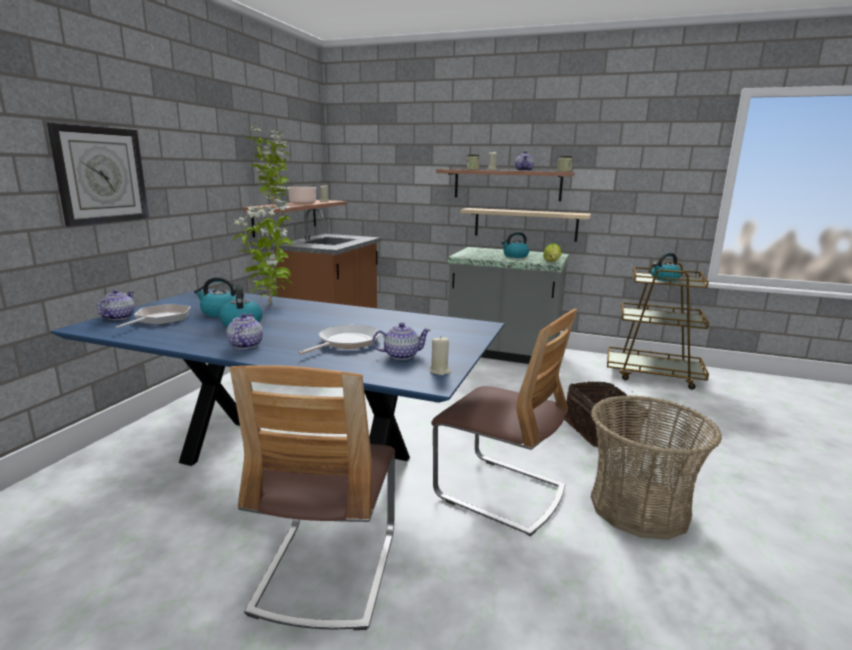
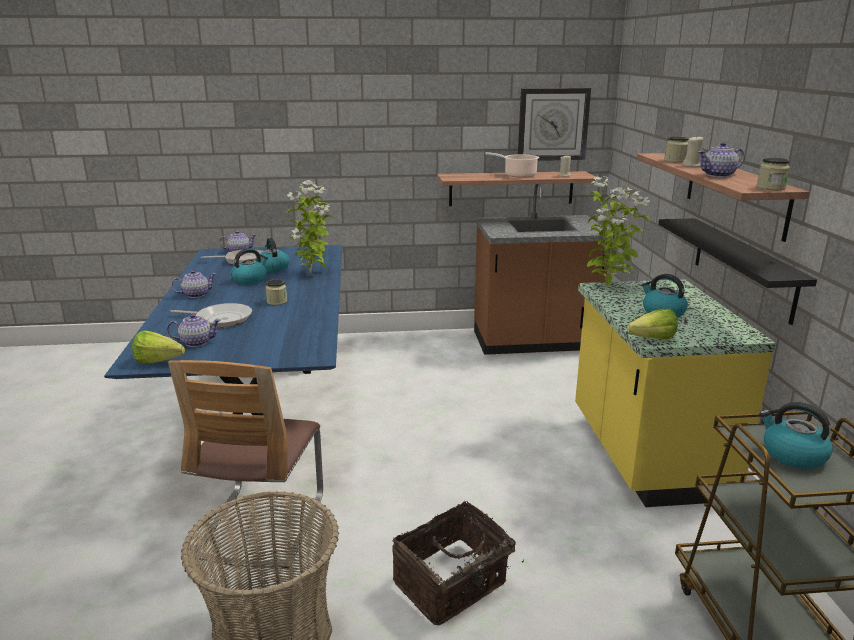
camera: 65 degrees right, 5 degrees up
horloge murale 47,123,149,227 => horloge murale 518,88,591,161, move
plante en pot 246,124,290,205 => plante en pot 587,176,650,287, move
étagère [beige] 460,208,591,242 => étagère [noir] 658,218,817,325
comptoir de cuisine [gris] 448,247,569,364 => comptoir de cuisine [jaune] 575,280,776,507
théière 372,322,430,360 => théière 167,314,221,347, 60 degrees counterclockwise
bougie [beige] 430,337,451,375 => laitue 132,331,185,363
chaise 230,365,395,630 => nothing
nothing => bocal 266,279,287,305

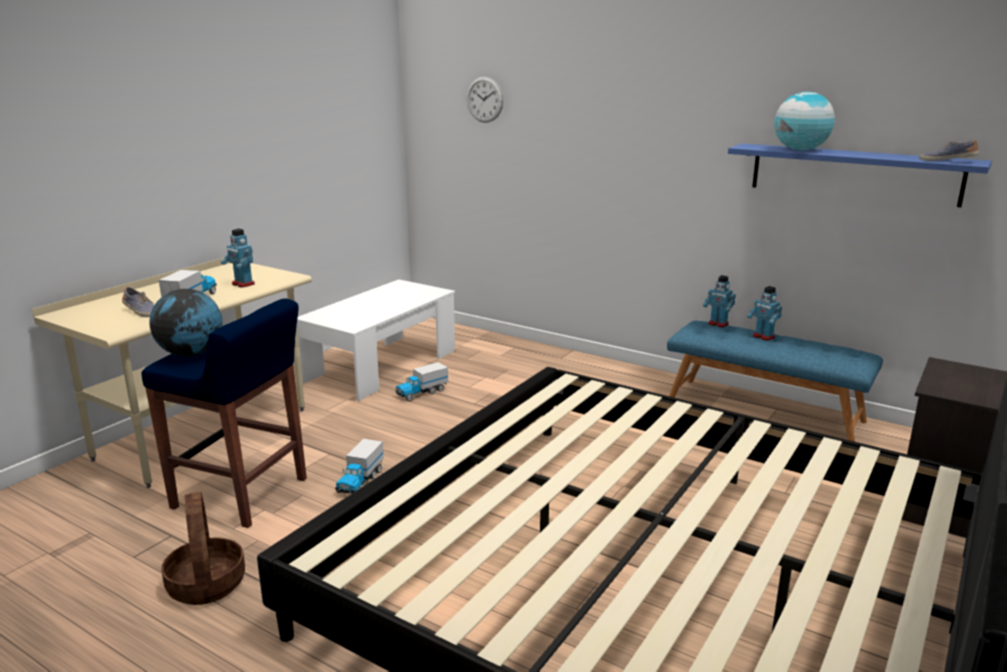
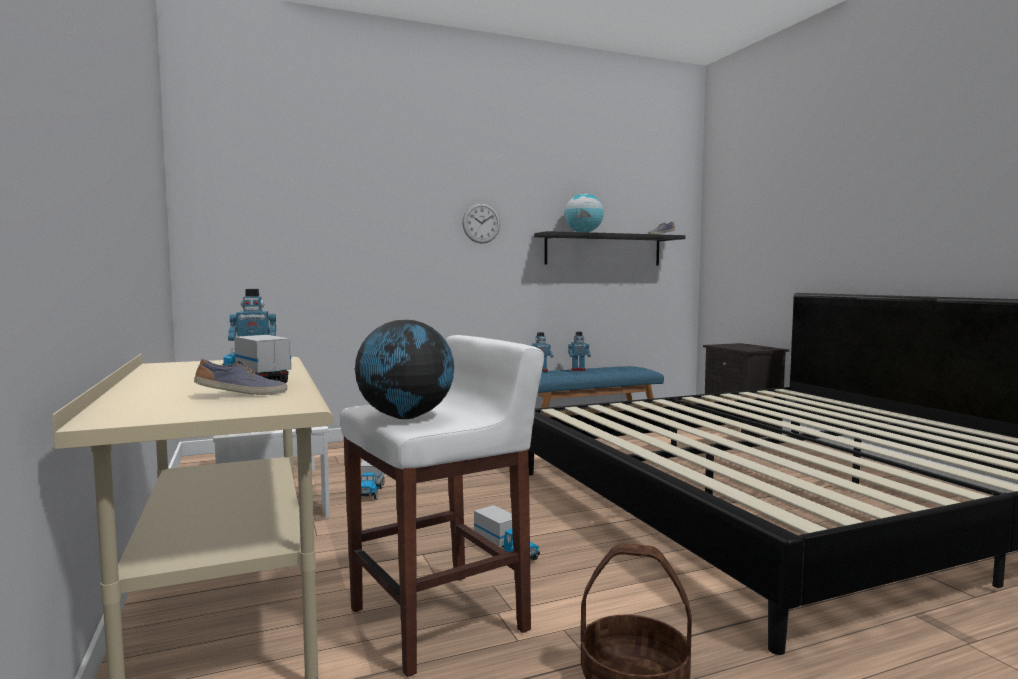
camera: 55 degrees left, 15 degrees down
horloge murale 467,77,503,123 => horloge murale 462,203,500,244, move
étagère [bleu] 728,143,992,207 => étagère [noir] 534,231,685,265
tabouret [bleu] 142,298,307,528 => tabouret [blanc] 340,335,544,677

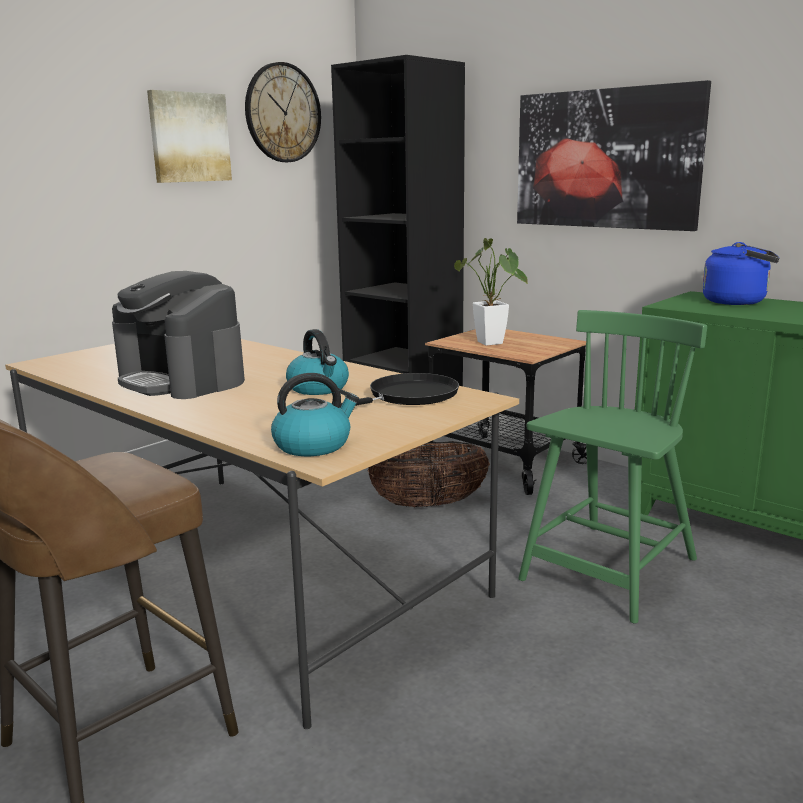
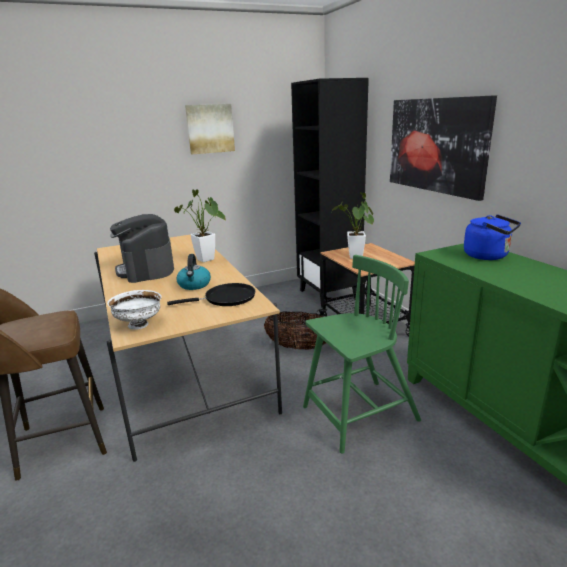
camera: 25 degrees right, 5 degrees up
horloge murale 245,62,321,162 => nothing
bouilloire 271,373,359,456 => bol [blanc] 107,290,162,330
nothing => plante en pot 174,189,226,262

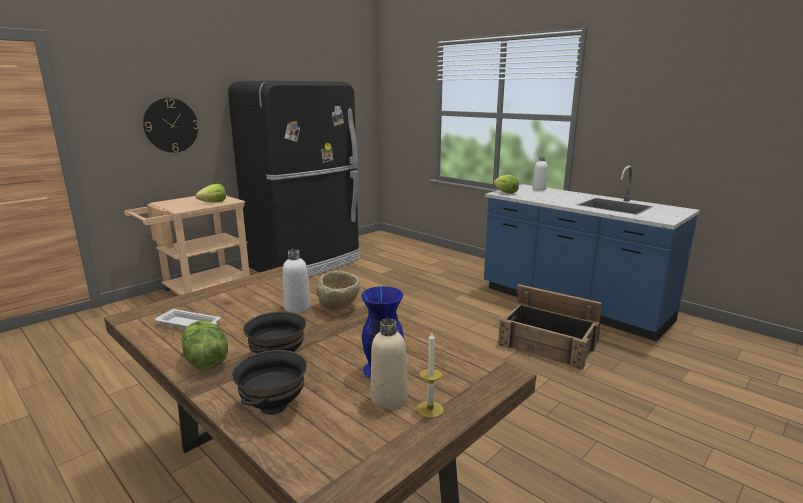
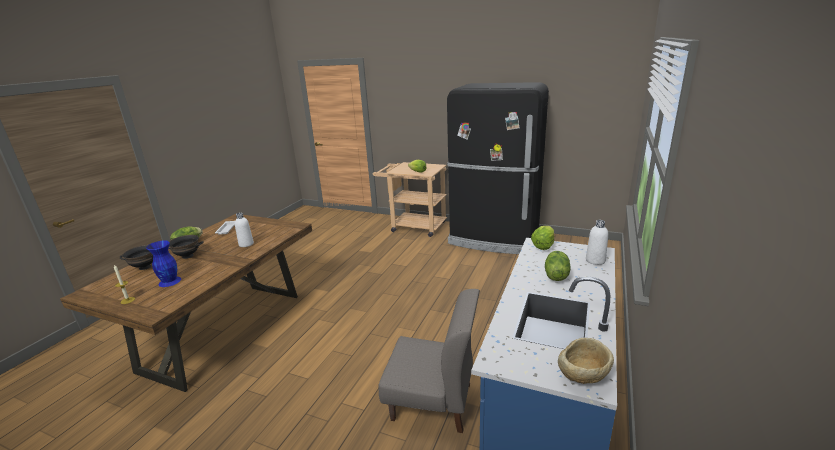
camera: 70 degrees right, 5 degrees up
horloge murale 143,98,199,153 => nothing
bol [beige] 316,271,360,311 => bol [beige] 558,338,614,384, move
caisse 498,284,602,370 => chaise [gris] 379,289,480,433
bouteille [beige] 371,319,407,409 => nothing
nothing => laitue 545,251,571,281

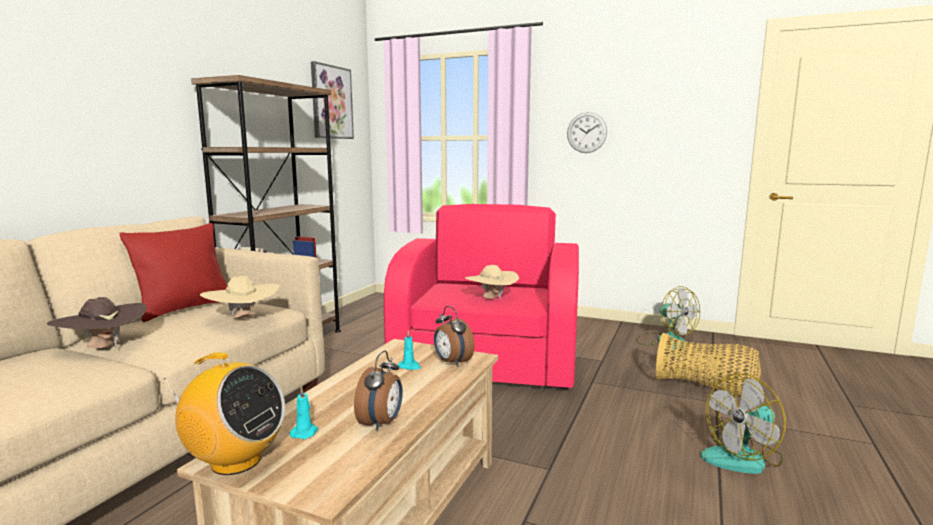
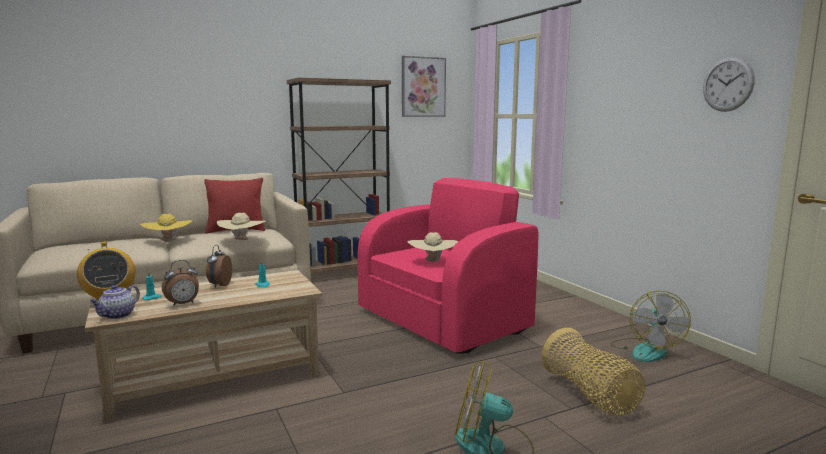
camera: 40 degrees right, 0 degrees up
horloge murale 567,112,607,153 => horloge murale 703,57,755,112, move
chapeau [marron] 47,297,146,348 => chapeau [jaune] 140,214,192,243
réveil 434,306,475,367 => réveil 206,245,232,288, move
nothing => théière 90,285,140,319

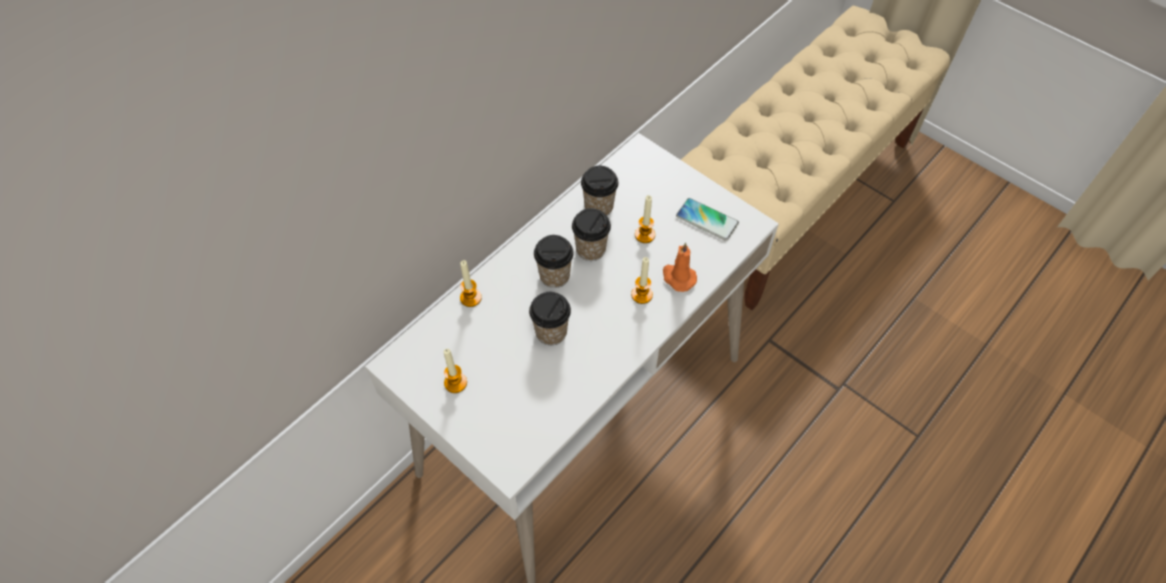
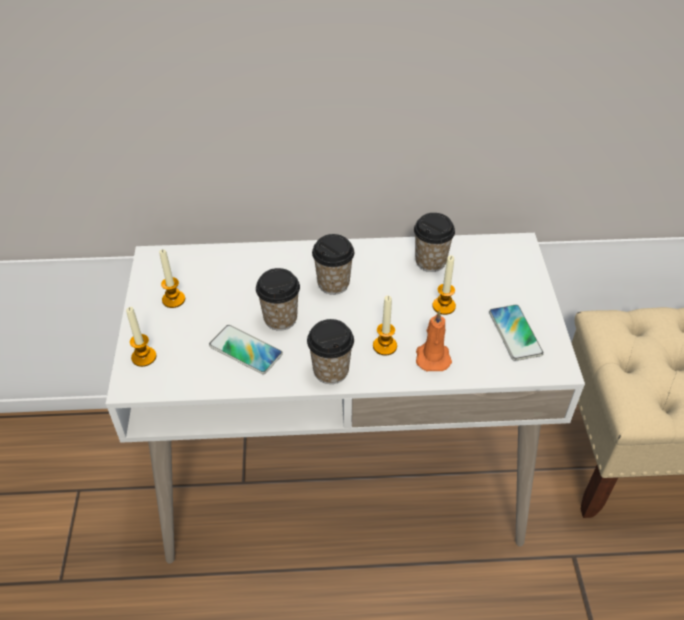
camera: 45 degrees right, 10 degrees down
tasse 572,208,611,261 => tasse 307,319,354,384, move
bougie 460,260,482,307 => bougie 126,307,156,367, move
nothing => téléphone 209,325,283,374

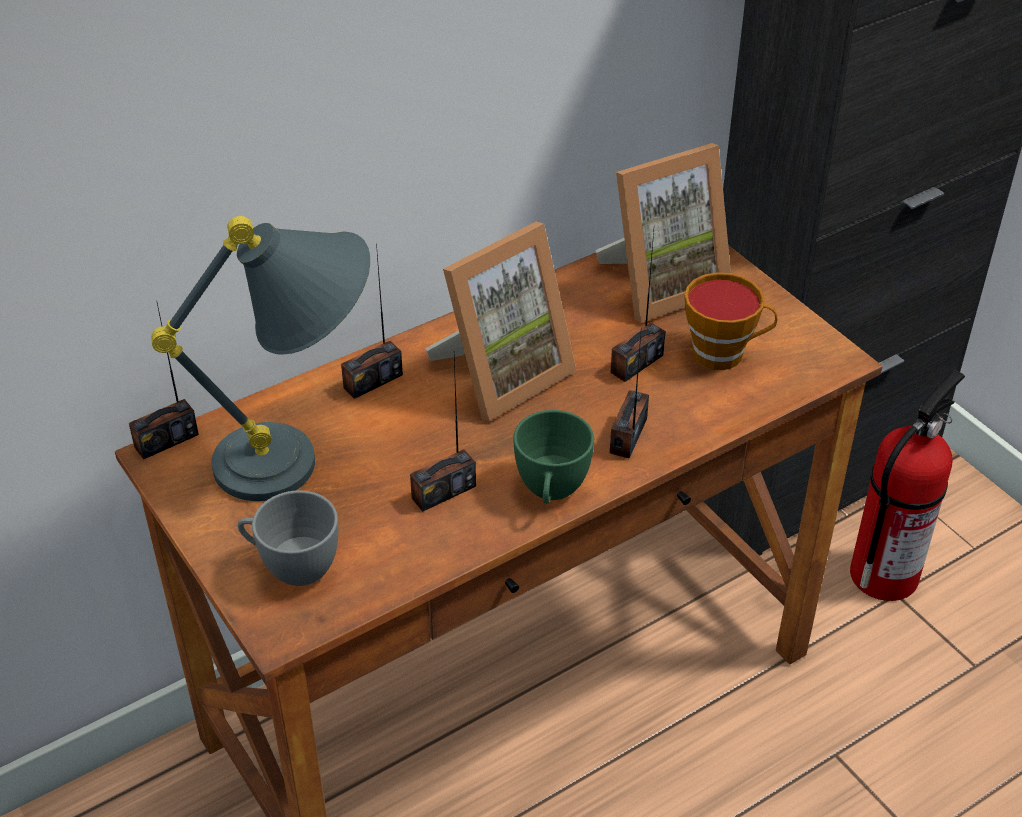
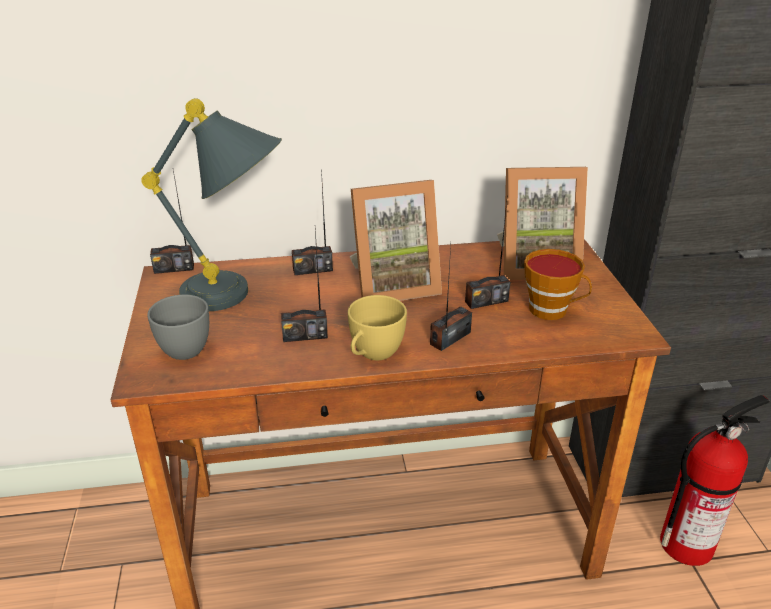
camera: 25 degrees right, 10 degrees down
tasse [vert] 513,410,594,504 => tasse [jaune] 348,295,407,360

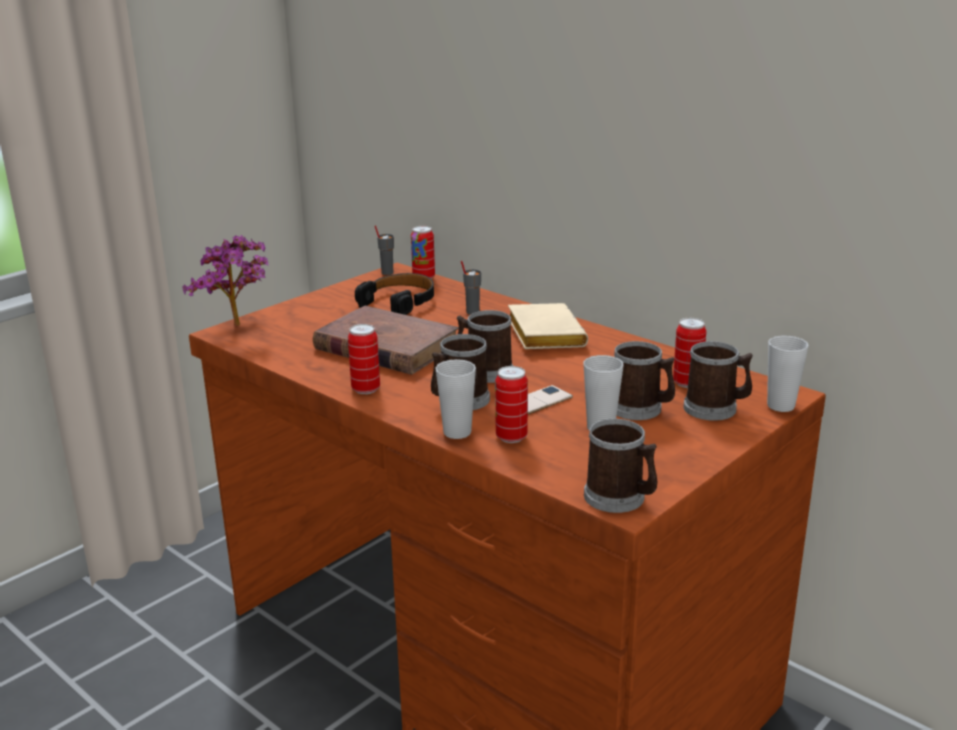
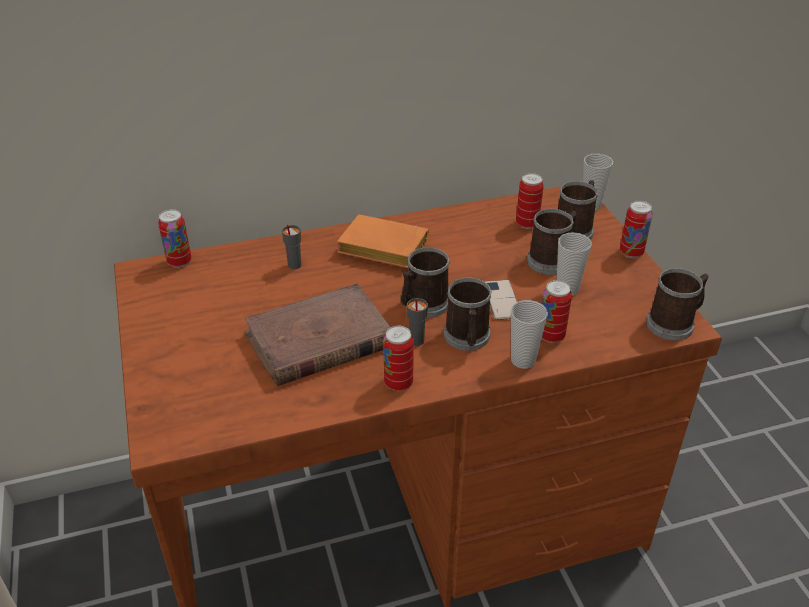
camera: 60 degrees left, 15 degrees up
tasse [gris] 375,225,394,275 => tasse [gris] 407,298,428,346, move
plante en pot 182,235,269,326 => nothing
casque audio [noir] 355,273,434,315 => nothing
livre [beige] 508,303,588,349 => livre [orange] 337,214,429,268
nothing => boîte métallique 620,201,653,258

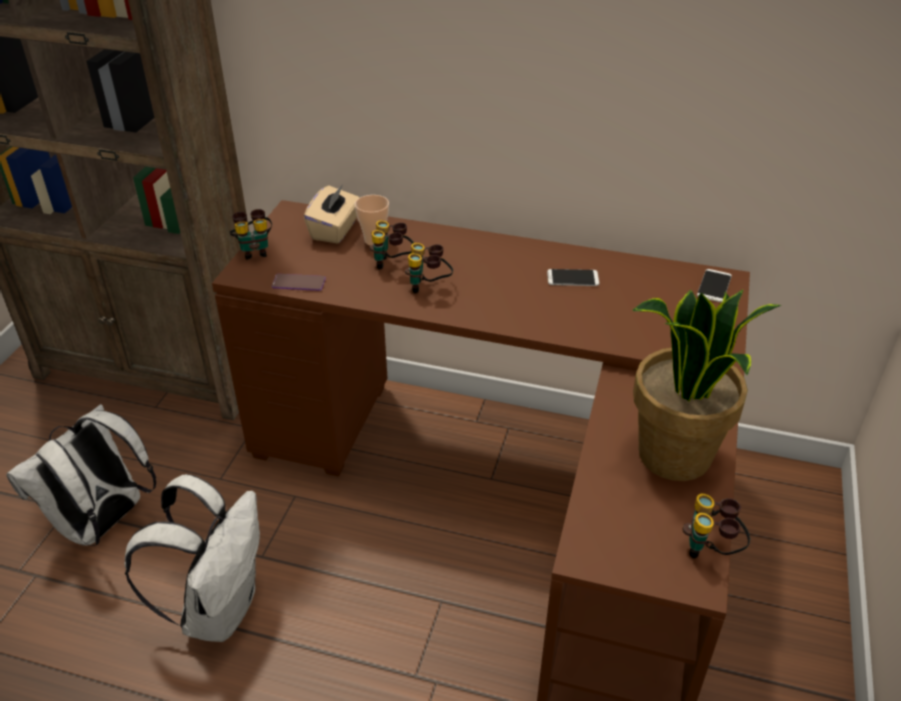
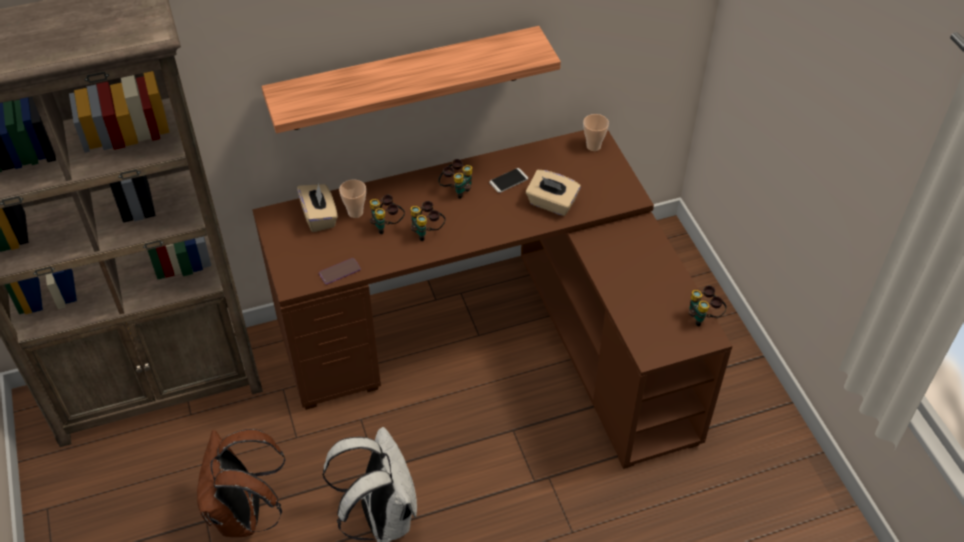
camera: 35 degrees left, 10 degrees up
jumelles 230,209,272,260 => jumelles 438,159,472,199, move
téléphone 697,269,732,302 => tasse 583,114,609,151
plante en pot 632,289,781,481 => nothing
sac à dos [blanc] 6,404,156,546 => sac à dos [marron] 197,429,286,537
nothing => étagère 262,26,561,133
nothing => boîte à mouchoirs [beige] 526,170,581,216

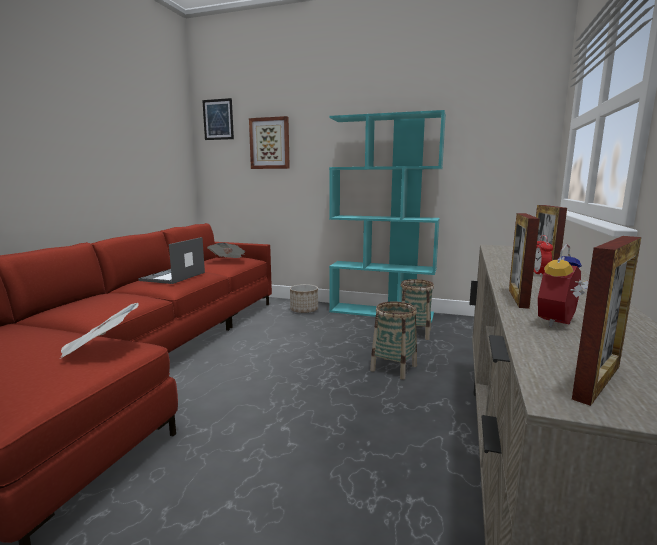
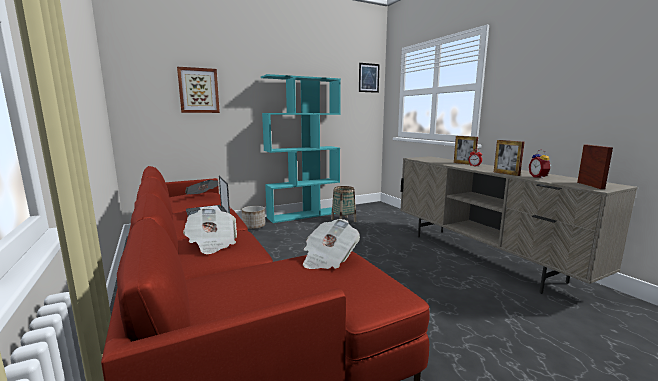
camera: 45 degrees left, 0 degrees up
tableau 202,98,234,140 => tableau 359,63,380,93, move
panier 370,301,417,380 => nothing
nothing => journal 183,208,237,254

